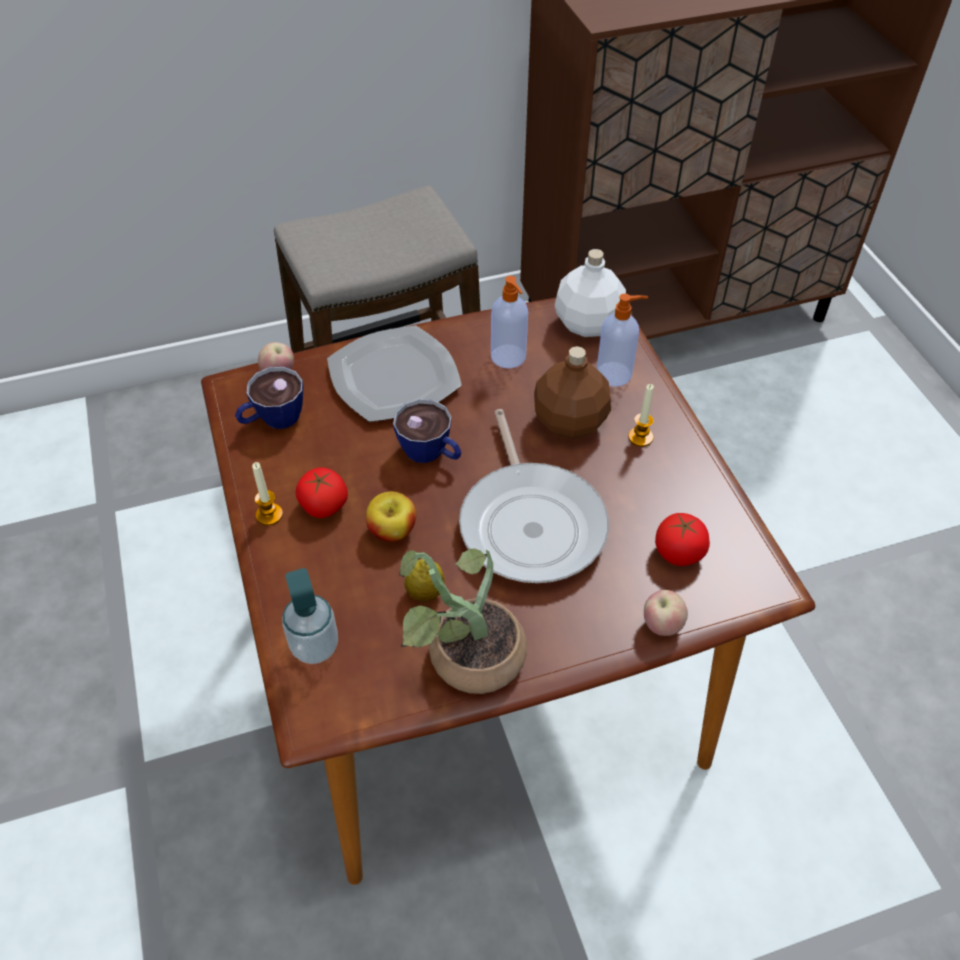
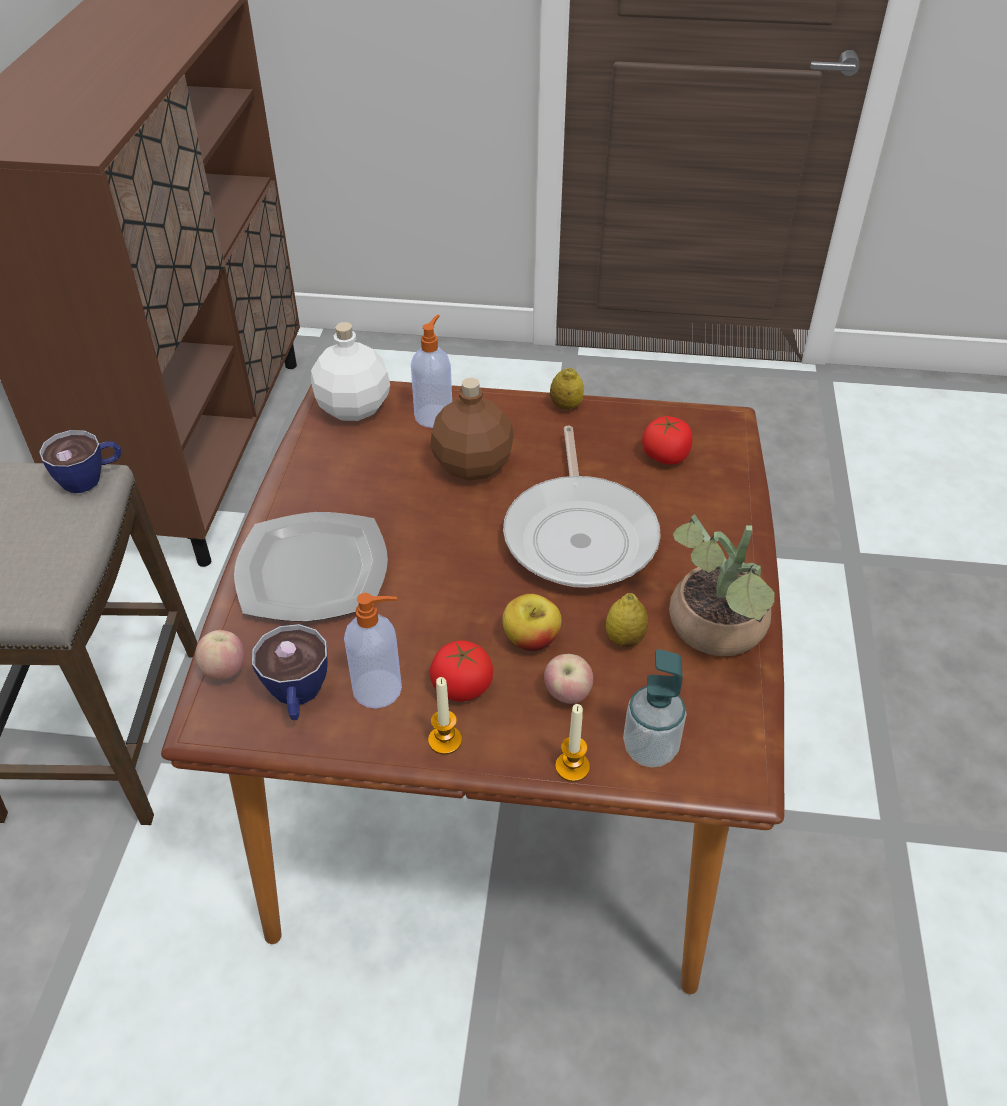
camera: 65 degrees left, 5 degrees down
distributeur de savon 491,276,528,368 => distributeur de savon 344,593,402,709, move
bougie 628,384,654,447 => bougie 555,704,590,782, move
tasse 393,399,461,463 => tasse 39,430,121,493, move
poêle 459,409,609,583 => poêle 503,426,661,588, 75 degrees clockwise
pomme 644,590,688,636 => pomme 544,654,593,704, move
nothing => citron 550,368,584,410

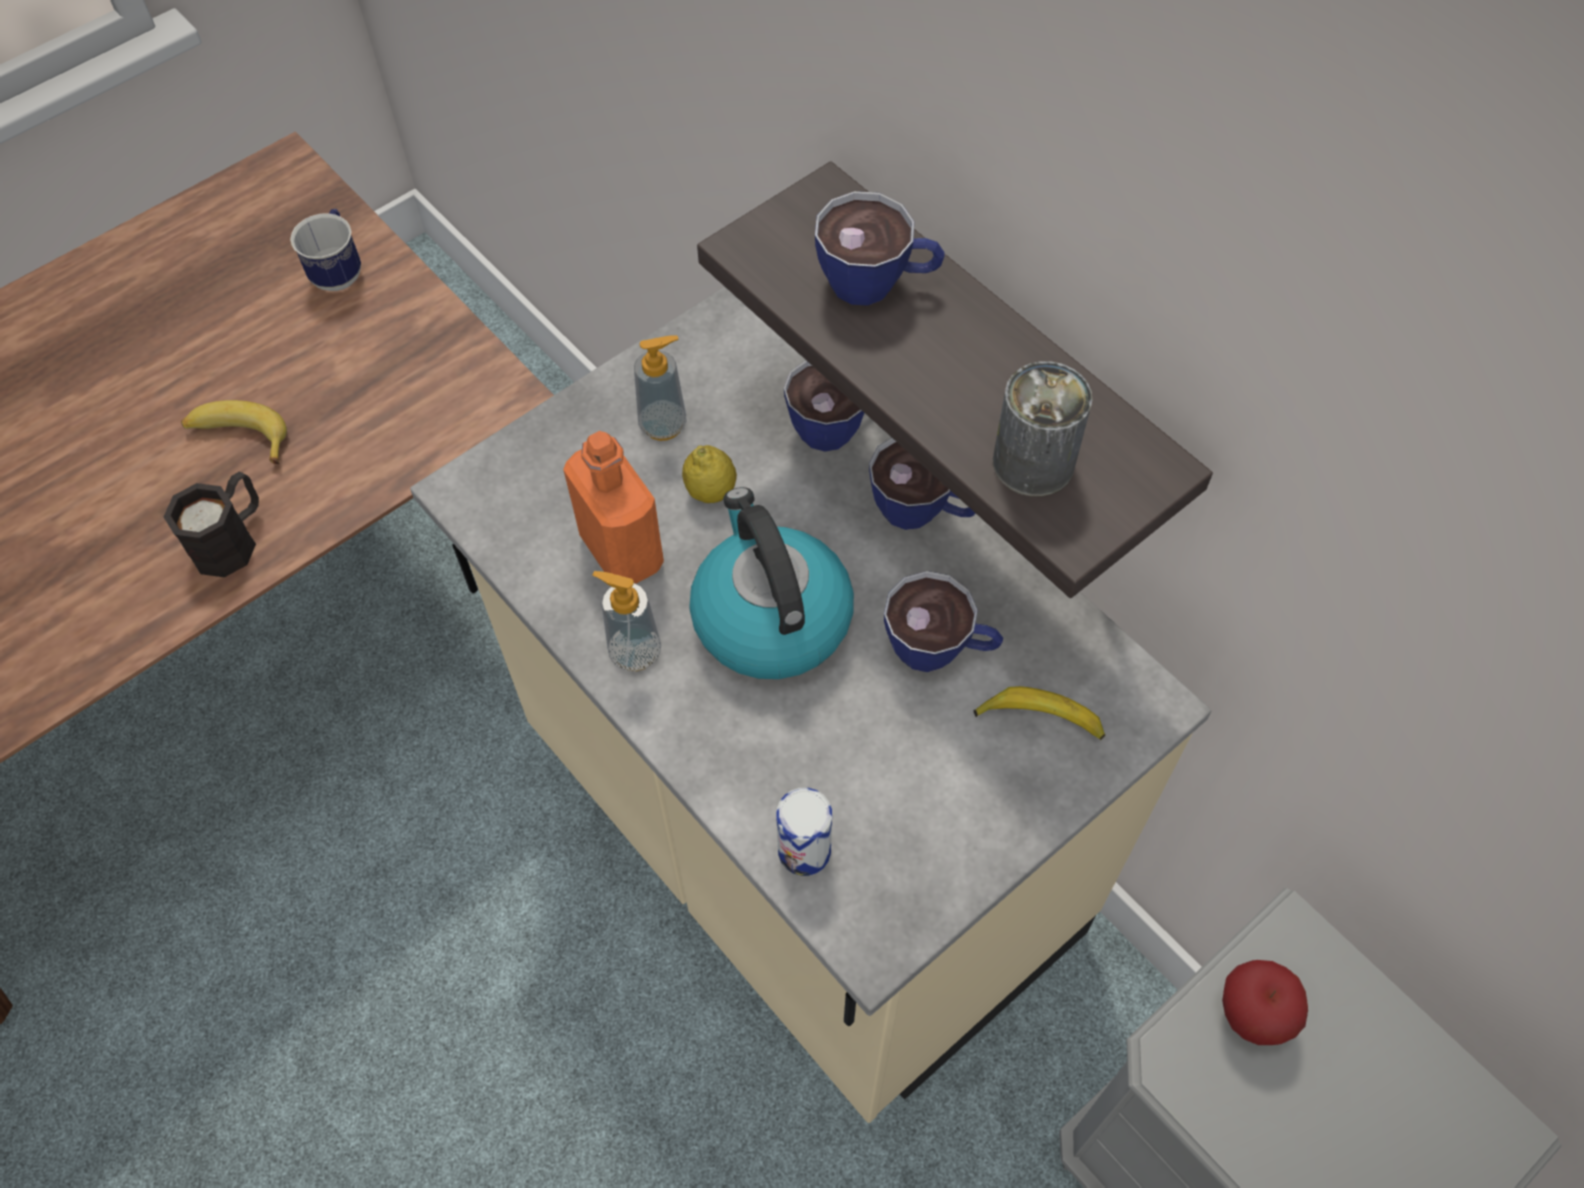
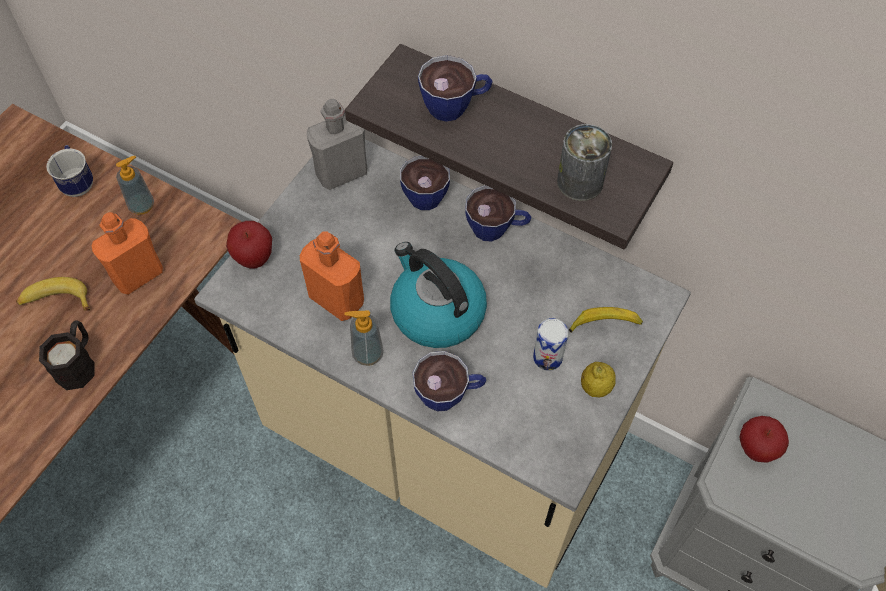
camera: 20 degrees left, 0 degrees up
distributeur de savon 634,335,686,441 => distributeur de savon 116,156,154,215, move
citron 682,445,737,503 => citron 581,362,616,397, move
tasse 884,571,1003,672 => tasse 413,351,486,412, move
boîte métallique 776,788,832,876 => boîte métallique 533,318,569,371, move
nothing => bouteille [gris] 307,99,367,190
nothing => bouteille [orange] 92,212,163,295
nothing => pomme 226,221,272,268

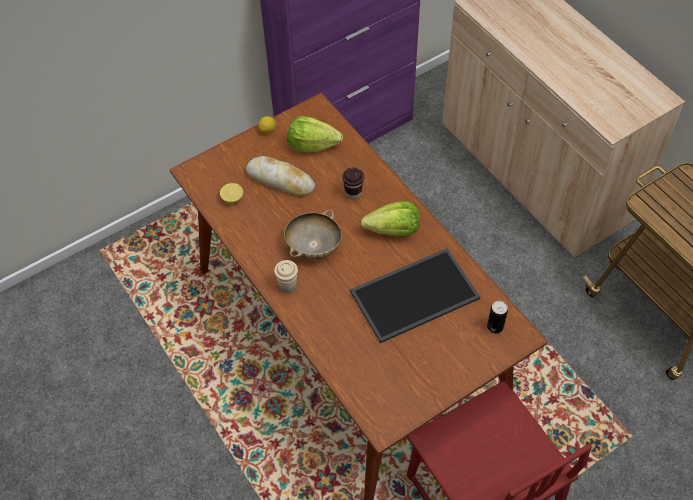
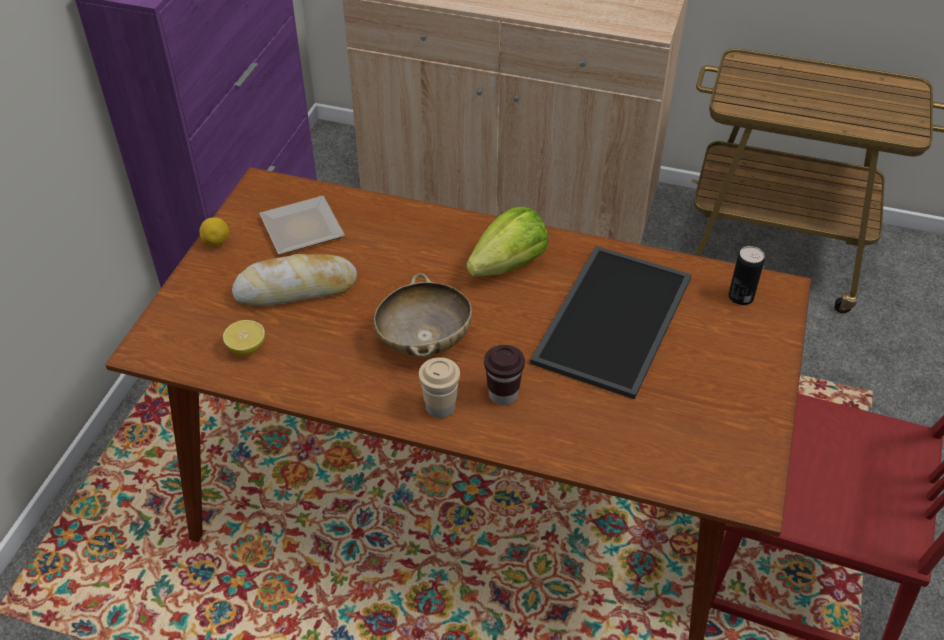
camera: 40 degrees left, 10 degrees down
laitue 287,116,343,152 => assiette 259,196,345,255
tasse [marron] 342,168,364,200 => tasse [marron] 484,345,525,405, move

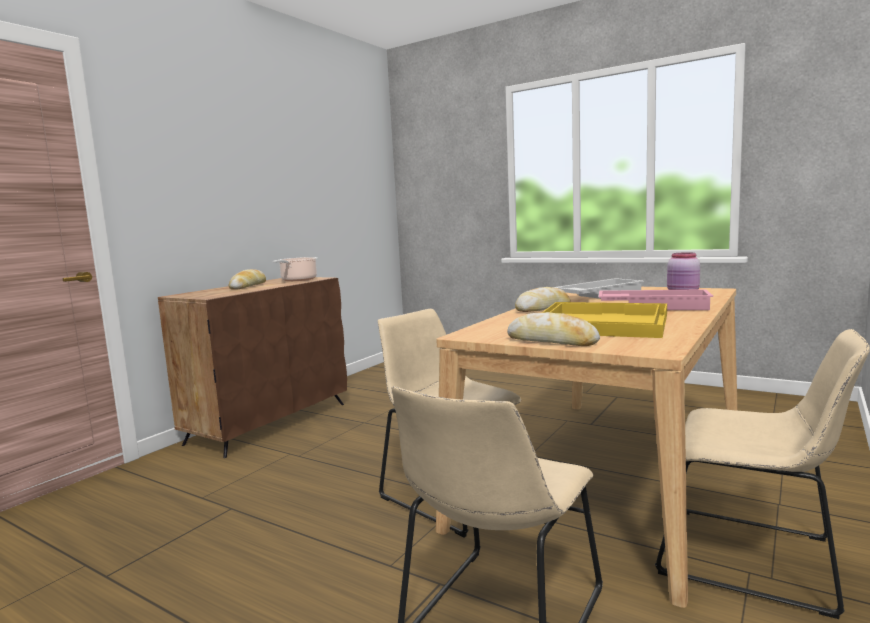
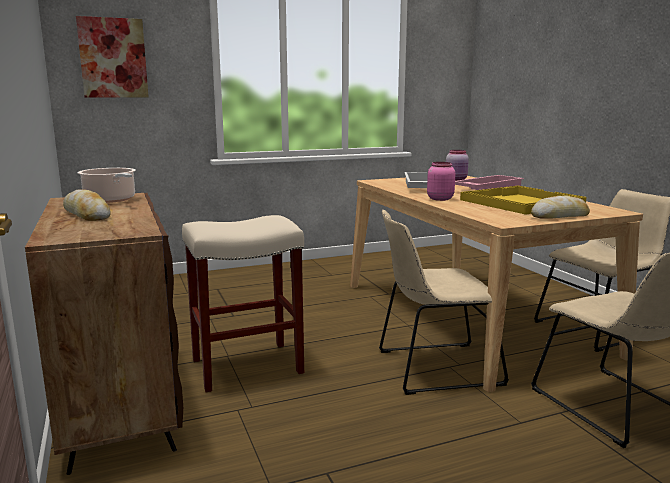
camera: 55 degrees left, 5 degrees up
pain 515,287,570,312 => bocal [rose] 427,162,456,201
nothing => tableau 76,16,148,97
nothing => tabouret [beige] 182,215,304,392

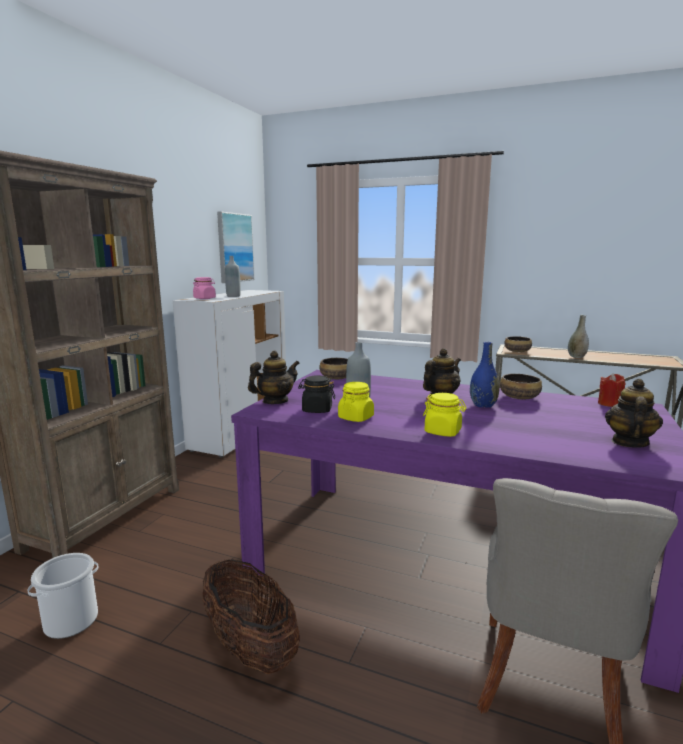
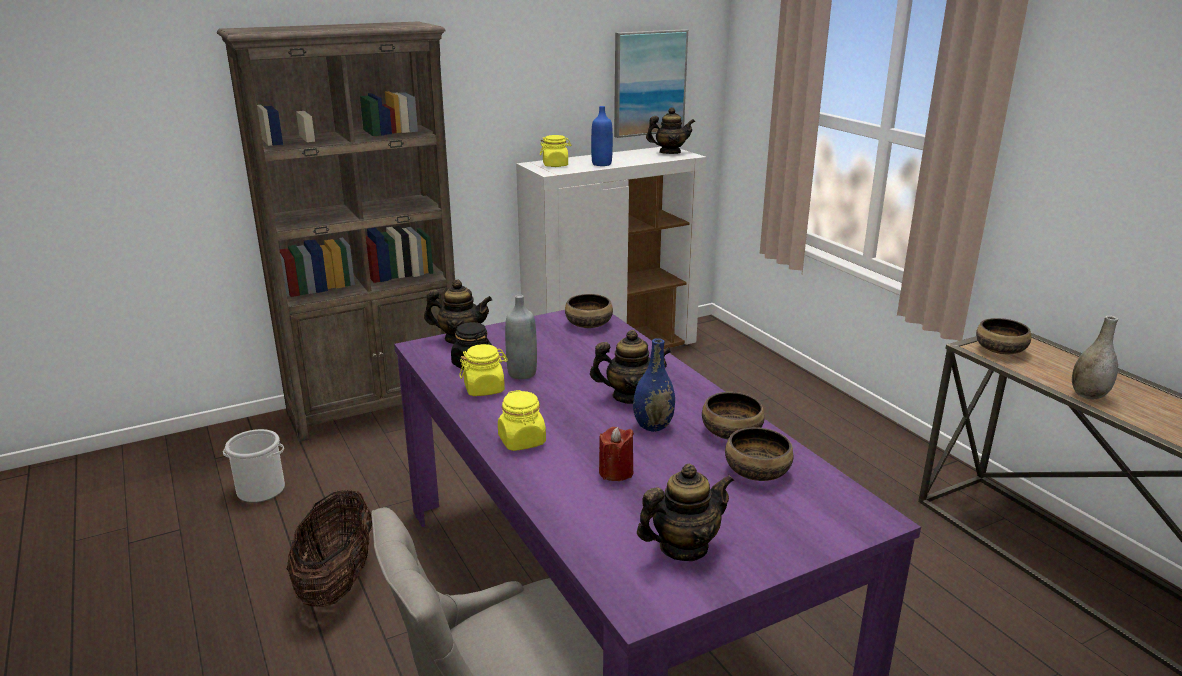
camera: 40 degrees right, 10 degrees up
bouteille [gris] 225,256,241,297 => bouteille [bleu] 591,106,613,166
bocal [rose] 193,277,216,299 => bocal [jaune] 540,135,571,167
bougie [rouge] 598,373,625,407 => bougie [rouge] 599,427,634,481, move
nothing => théière 646,107,695,154
nothing => bol 725,427,793,481

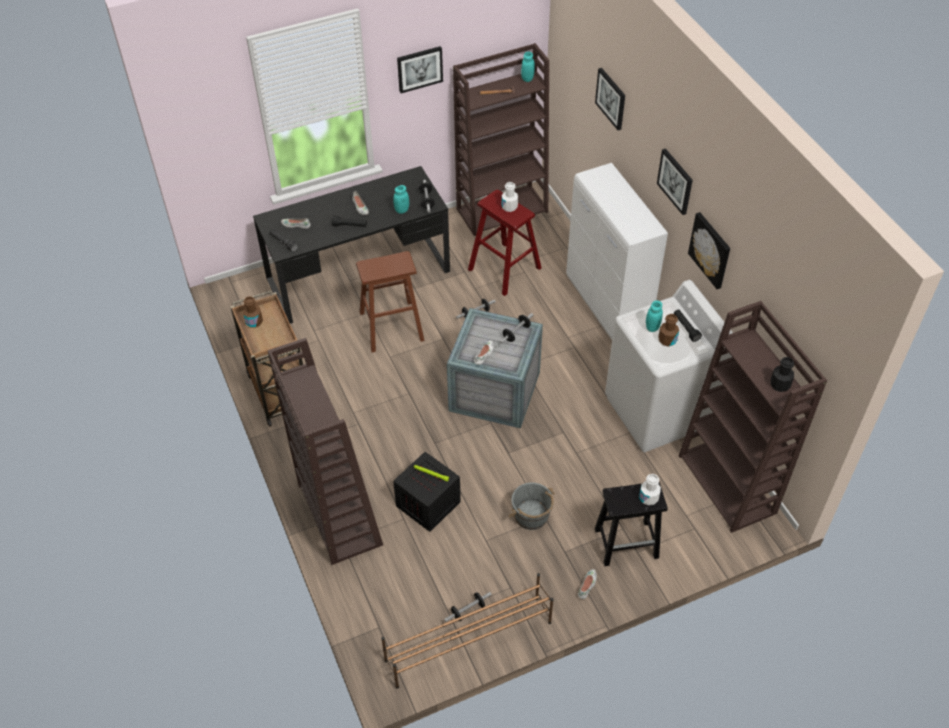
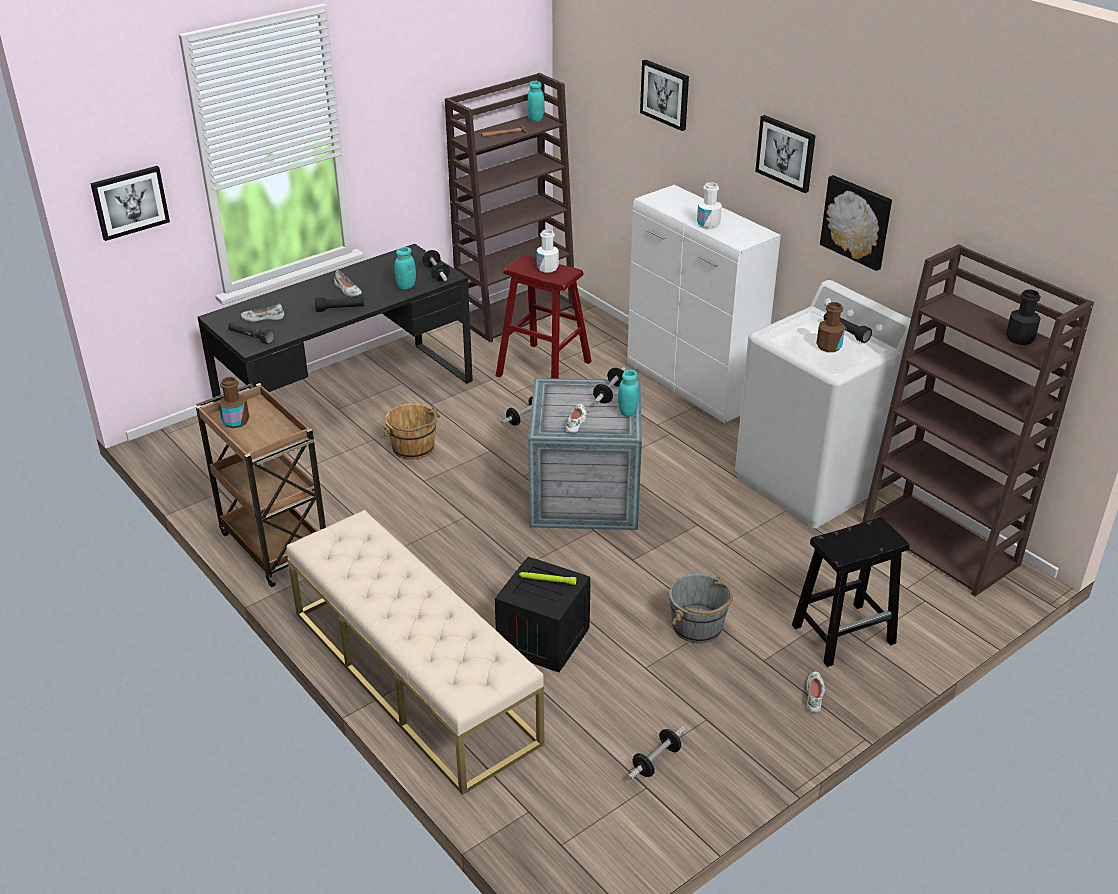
camera: 15 degrees left, 15 degrees down
tableau 397,46,443,93 => tableau 90,166,170,241, move
tabouret [marron] 356,251,425,353 => seau [marron] 382,404,440,460
bocal [turquoise] 646,300,663,332 => bocal [turquoise] 618,370,639,417, move
bibliothèque [marron] 268,338,383,565 => banc [beige] 286,510,545,795
bouteille [blanc] 639,474,661,505 => bouteille [blanc] 697,182,722,229, move
étagère à chaussures [marron] 381,573,554,689 => nothing

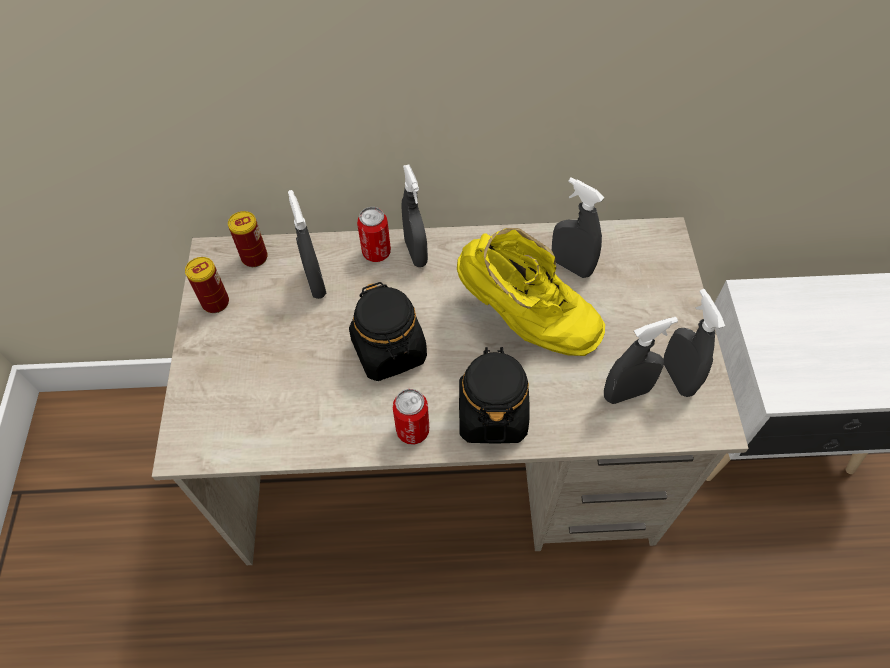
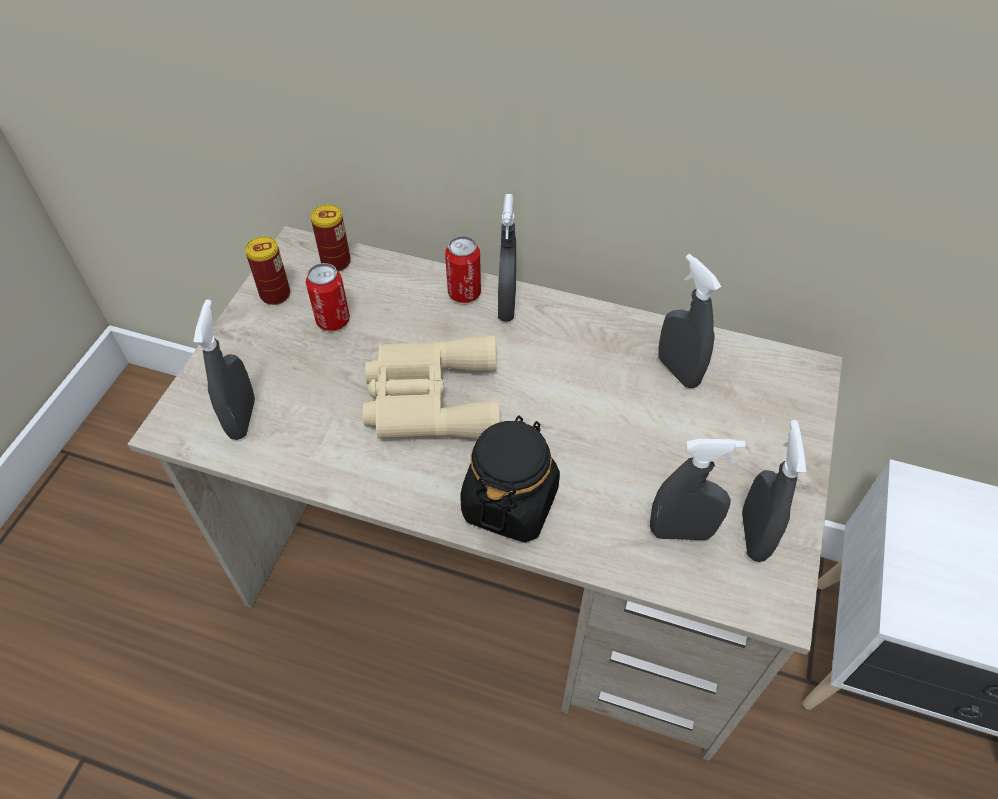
camera: 20 degrees right, 5 degrees down
vaporisateur [gris] 288,190,327,299 => vaporisateur [gris] 193,299,255,440, move
botte [jaune] 457,228,605,356 => nothing
bocal [noir] 349,282,427,381 => jumelles [beige] 363,336,500,439
boîte métallique 393,389,429,445 => boîte métallique 306,263,350,331, move

